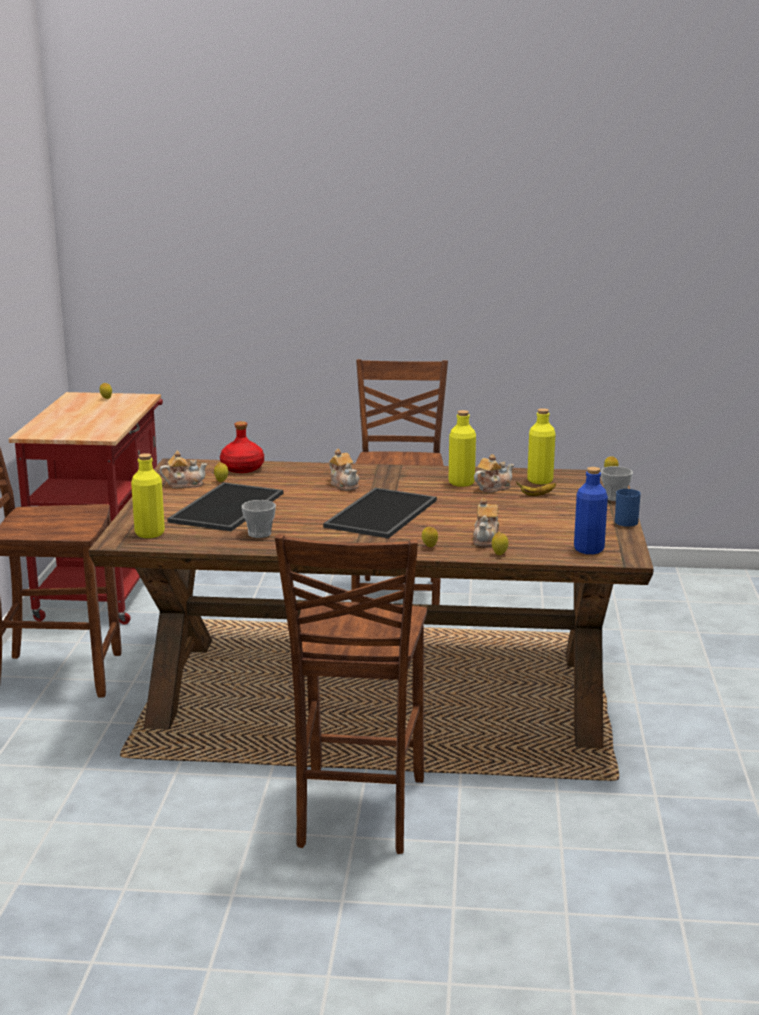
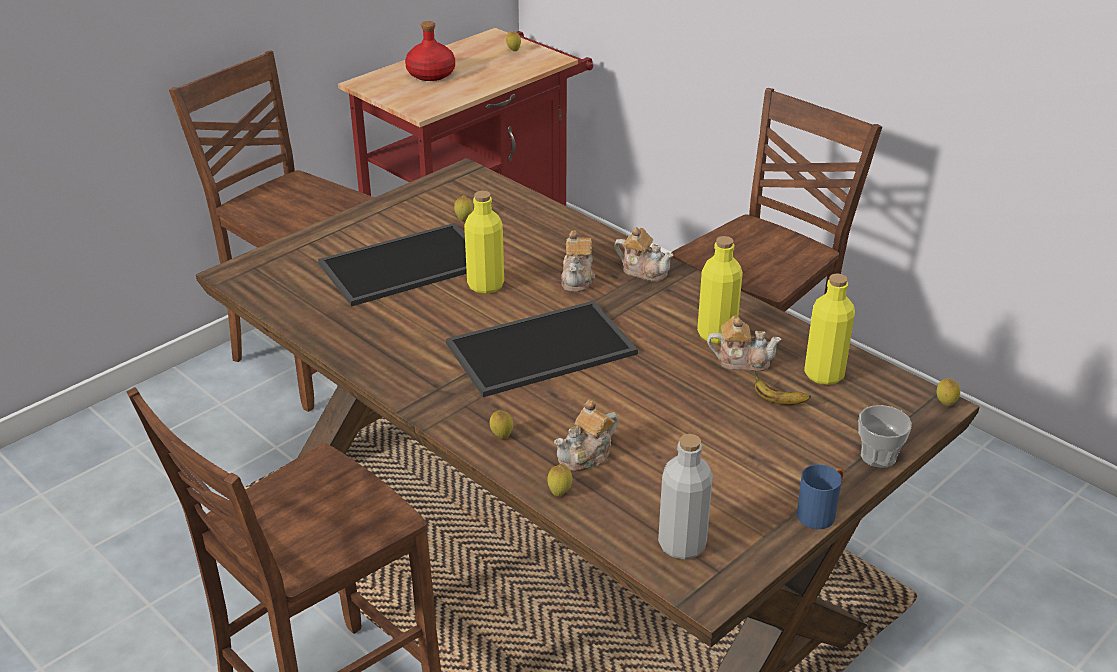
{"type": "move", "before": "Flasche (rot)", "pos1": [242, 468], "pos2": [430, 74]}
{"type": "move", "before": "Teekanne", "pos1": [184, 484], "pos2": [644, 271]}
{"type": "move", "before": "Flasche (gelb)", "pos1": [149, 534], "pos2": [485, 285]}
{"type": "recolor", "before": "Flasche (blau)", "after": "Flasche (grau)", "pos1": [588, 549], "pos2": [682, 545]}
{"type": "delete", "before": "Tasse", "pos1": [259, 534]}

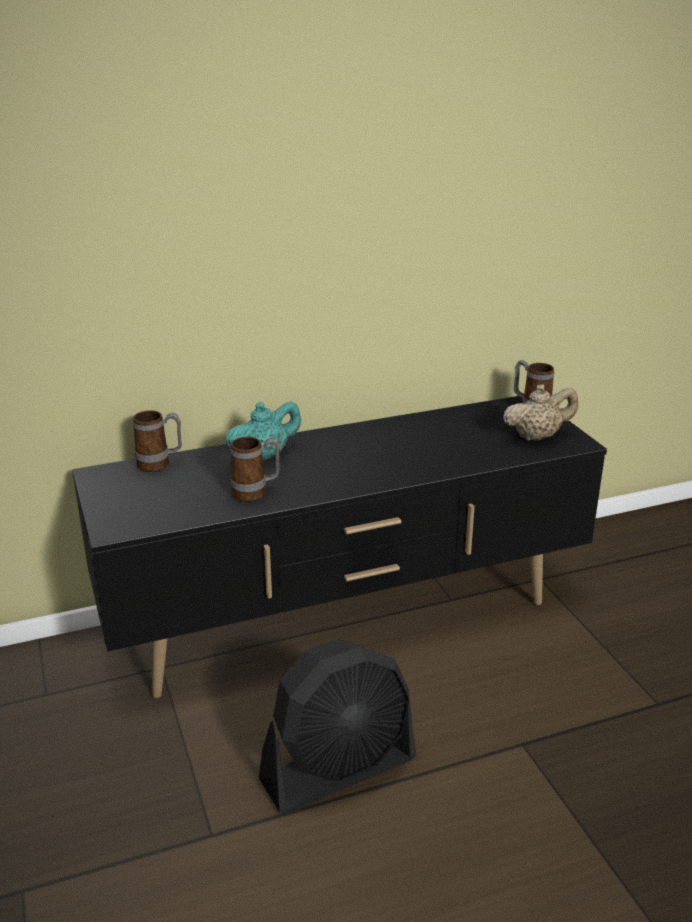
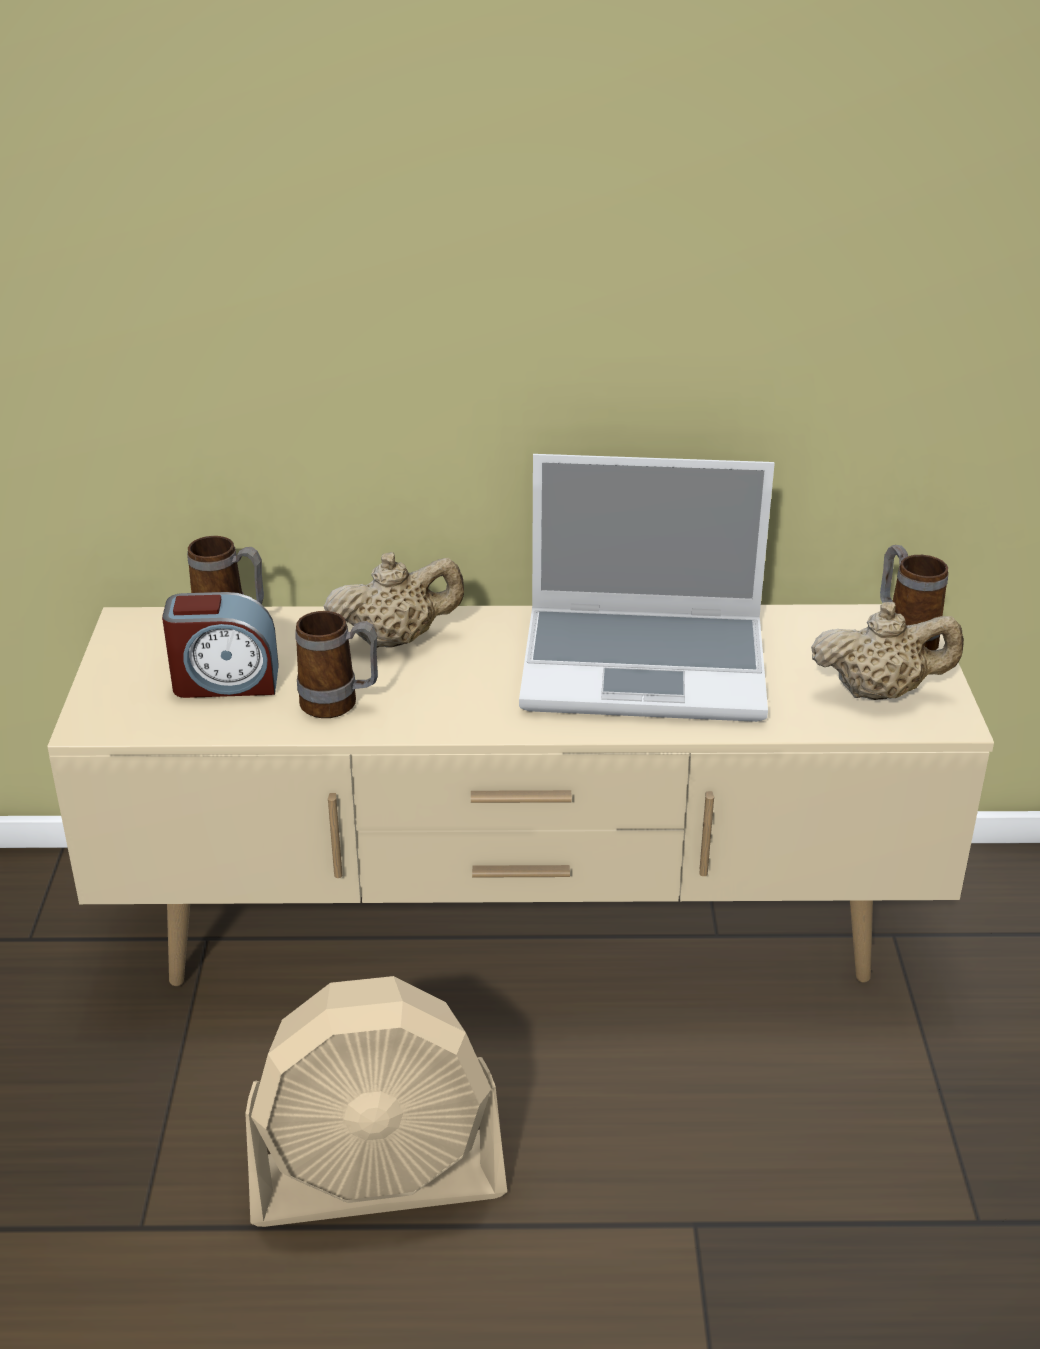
{"type": "recolor", "before": "Fernsehschrank (schwarz)", "after": "Fernsehschrank (beige)", "pos1": [346, 621], "pos2": [522, 932]}
{"type": "recolor", "before": "Teekanne (türkis)", "after": "Teekanne (beige)", "pos1": [264, 456], "pos2": [396, 640]}
{"type": "recolor", "before": "Ventilator (schwarz)", "after": "Ventilator (beige)", "pos1": [339, 769], "pos2": [378, 1179]}
{"type": "insert", "after": "Laptop", "pos2": [647, 666]}
{"type": "insert", "after": "Wecker", "pos2": [225, 681]}

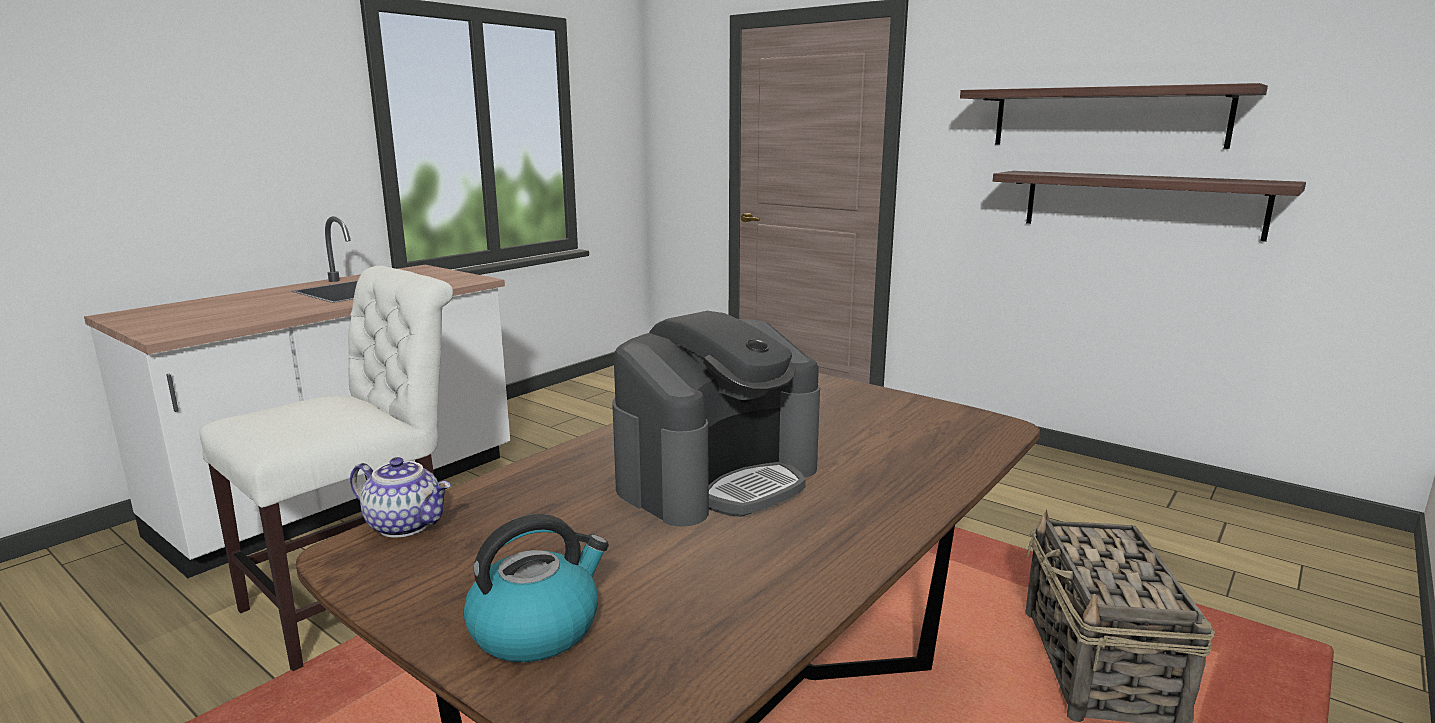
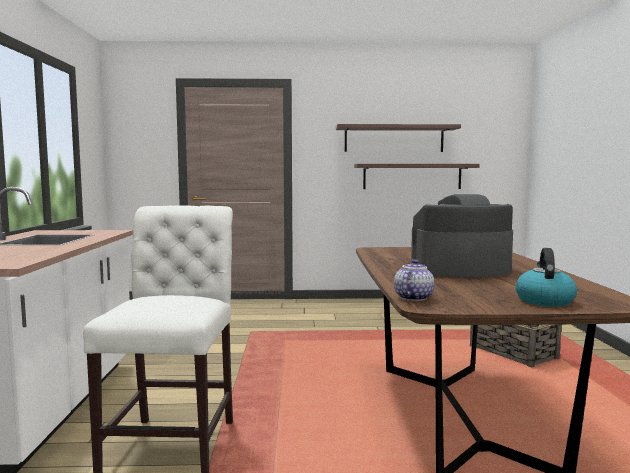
{"type": "rotate", "before": "Kaffeemaschine", "pos1": [717, 477], "pos2": [460, 270], "turn": -105}
{"type": "rotate", "before": "Teekanne", "pos1": [406, 525], "pos2": [412, 298], "turn": -45}

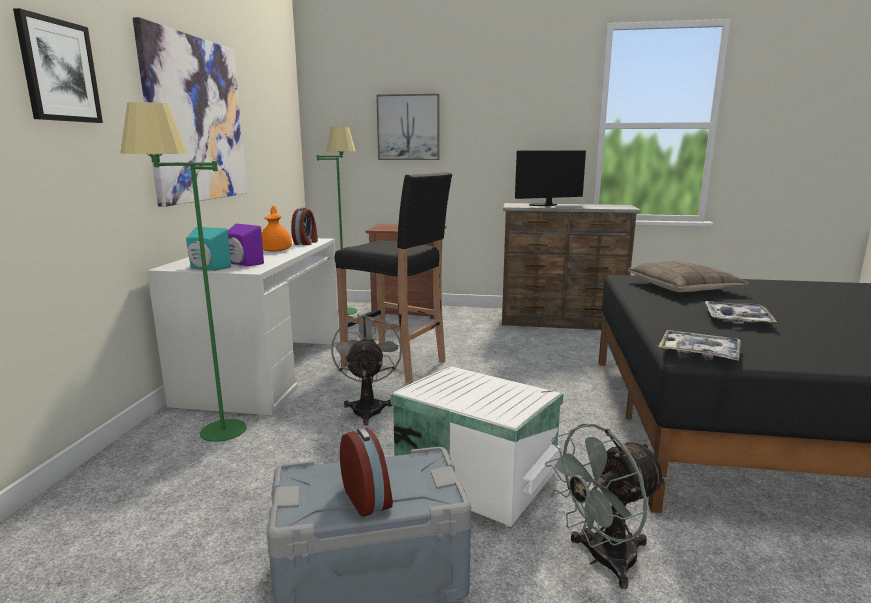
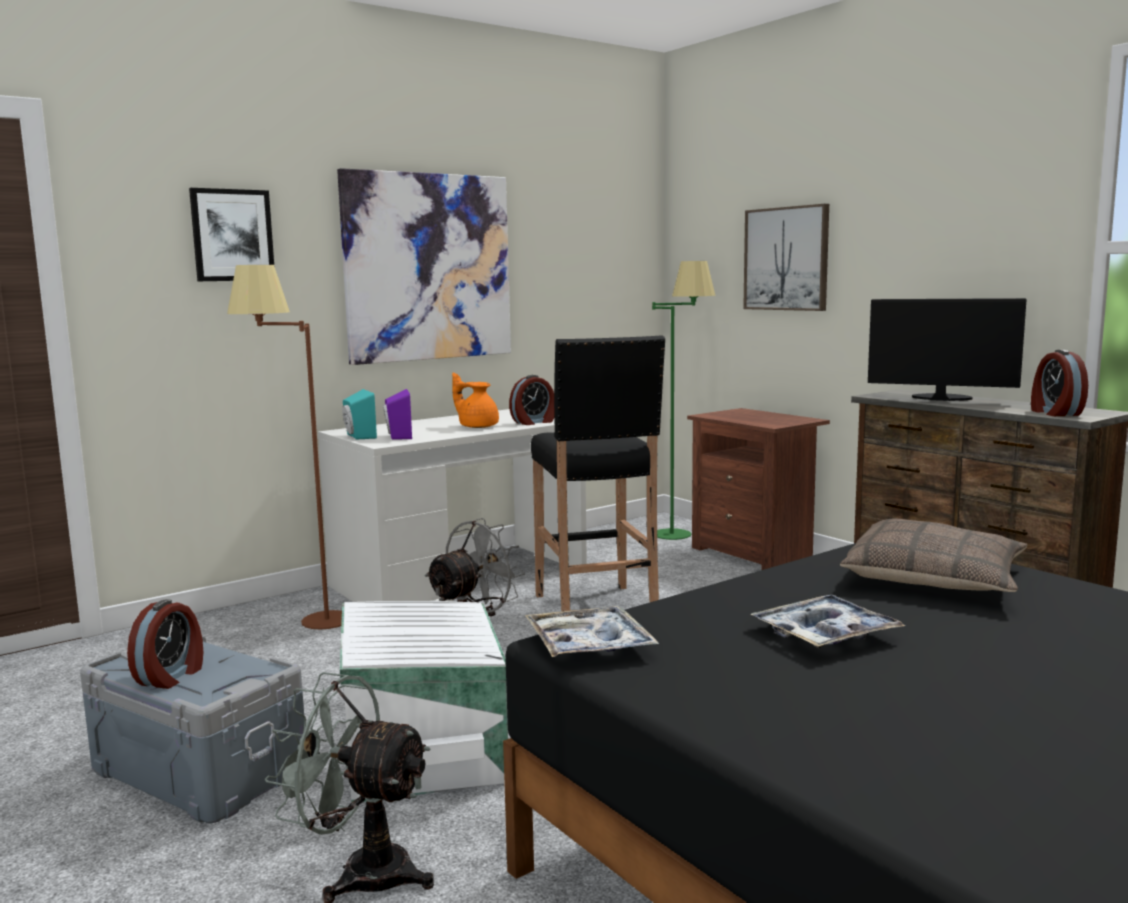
{"type": "recolor", "before": "Stehlampe (grün)", "after": "Stehlampe (braun)", "pos1": [209, 440], "pos2": [303, 624]}
{"type": "rotate", "before": "Teekanne (orange)", "pos1": [277, 250], "pos2": [477, 426], "turn": -90}
{"type": "insert", "after": "Wecker", "pos2": [1054, 413]}

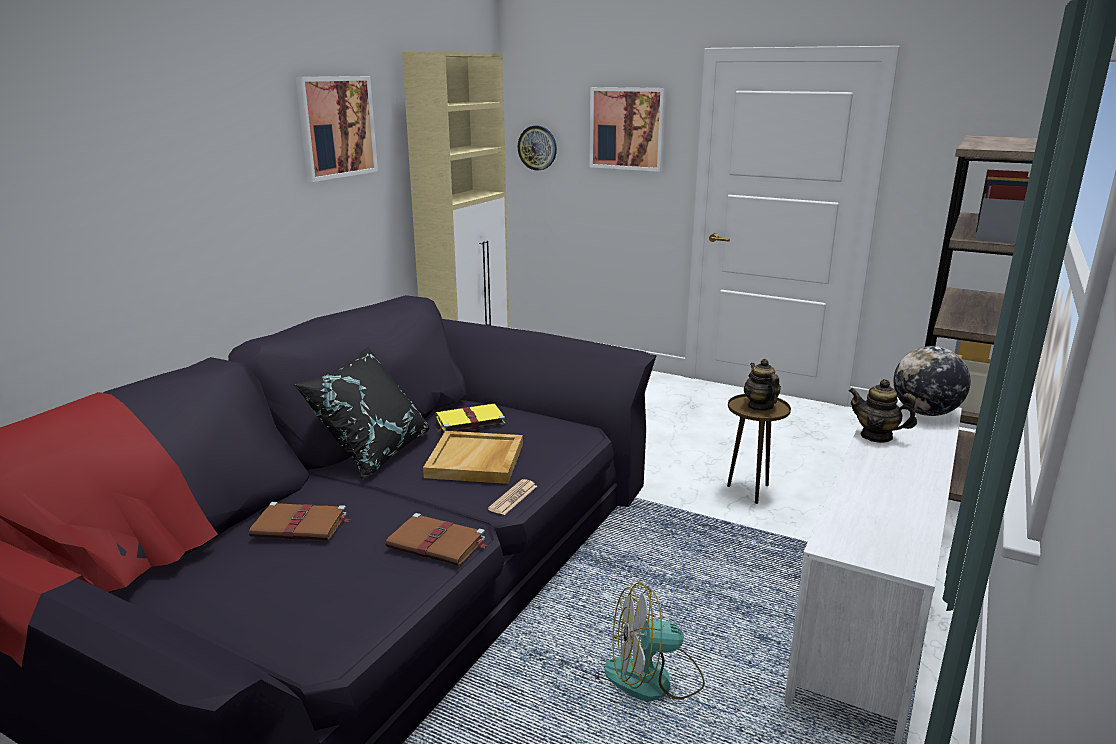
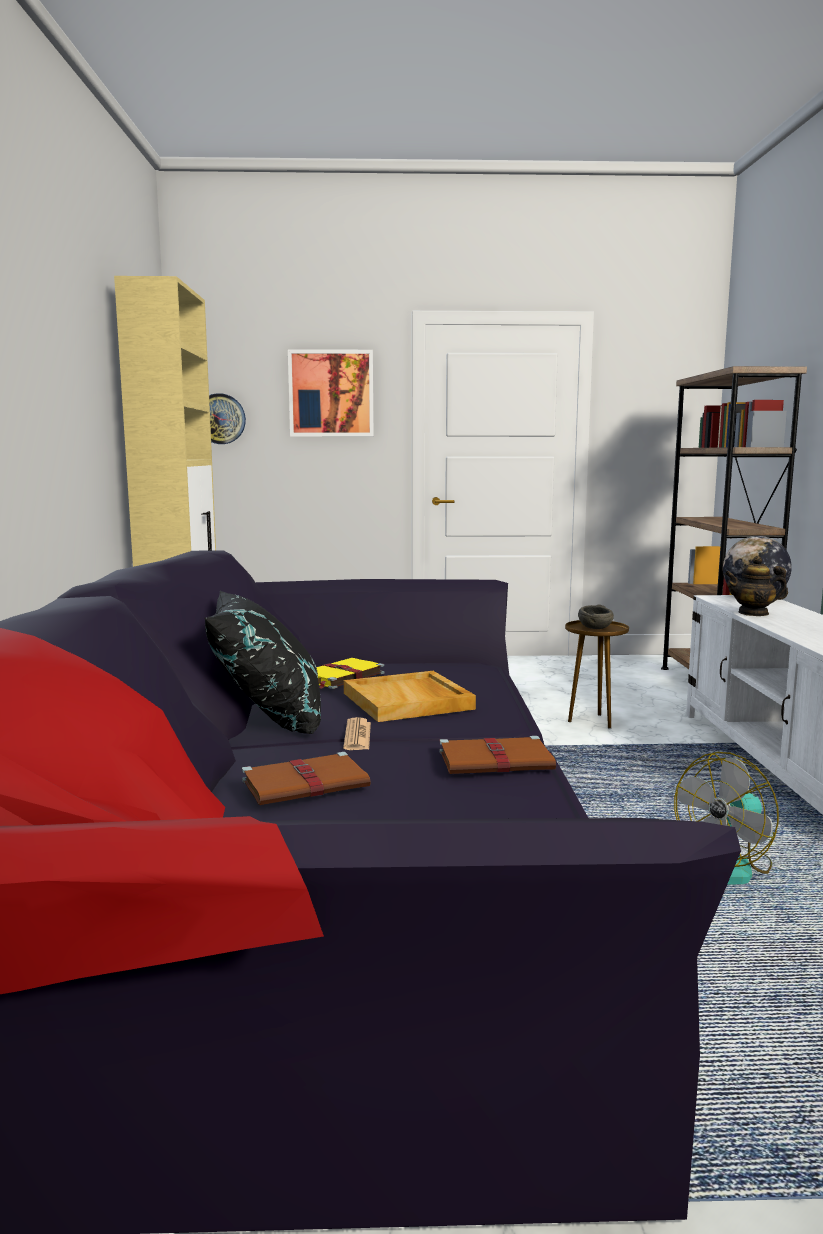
{"type": "delete", "before": "Bild", "pos1": [336, 127]}
{"type": "replace", "before": "Teekanne", "after": "Schüssel (grau)", "pos1": [760, 406], "pos2": [596, 628]}
{"type": "move", "before": "Zeitung", "pos1": [513, 498], "pos2": [357, 735]}

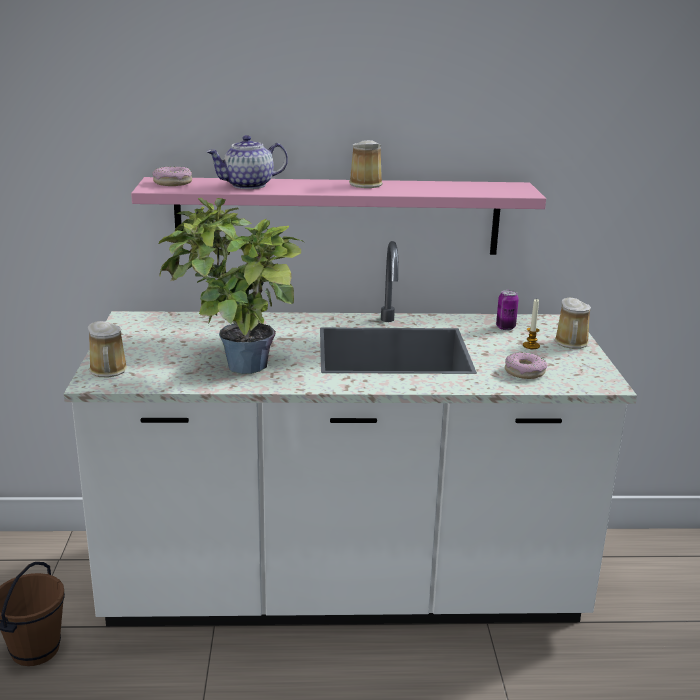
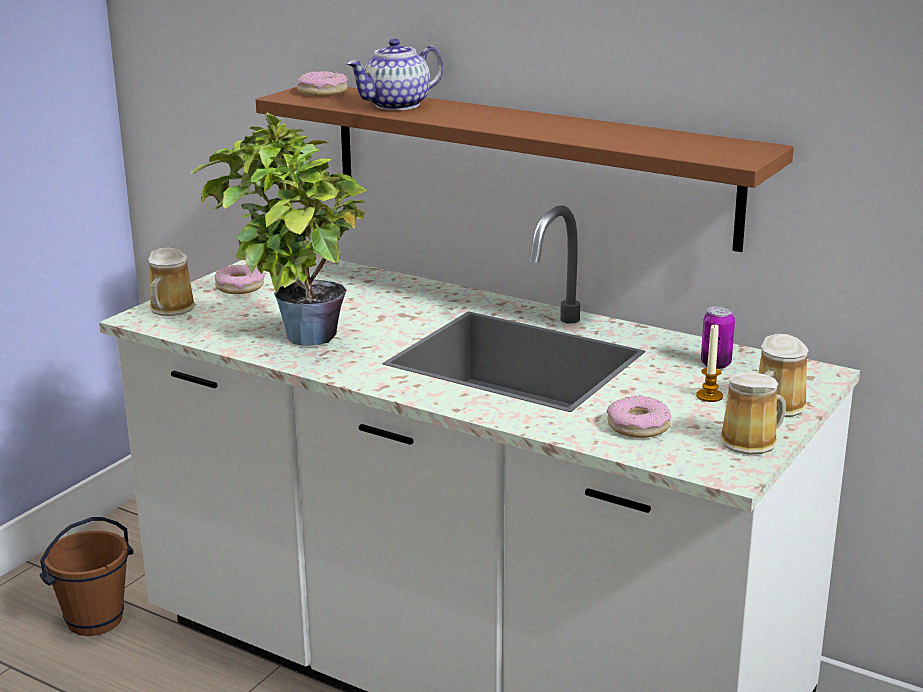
{"type": "rotate", "before": "Teekanne", "pos1": [248, 185], "pos2": [397, 105], "turn": -45}
{"type": "move", "before": "Henkelbecher", "pos1": [367, 184], "pos2": [752, 441]}
{"type": "recolor", "before": "Wandregal (rosa)", "after": "Wandregal (braun)", "pos1": [338, 216], "pos2": [528, 162]}
{"type": "insert", "after": "Donut", "pos2": [240, 287]}

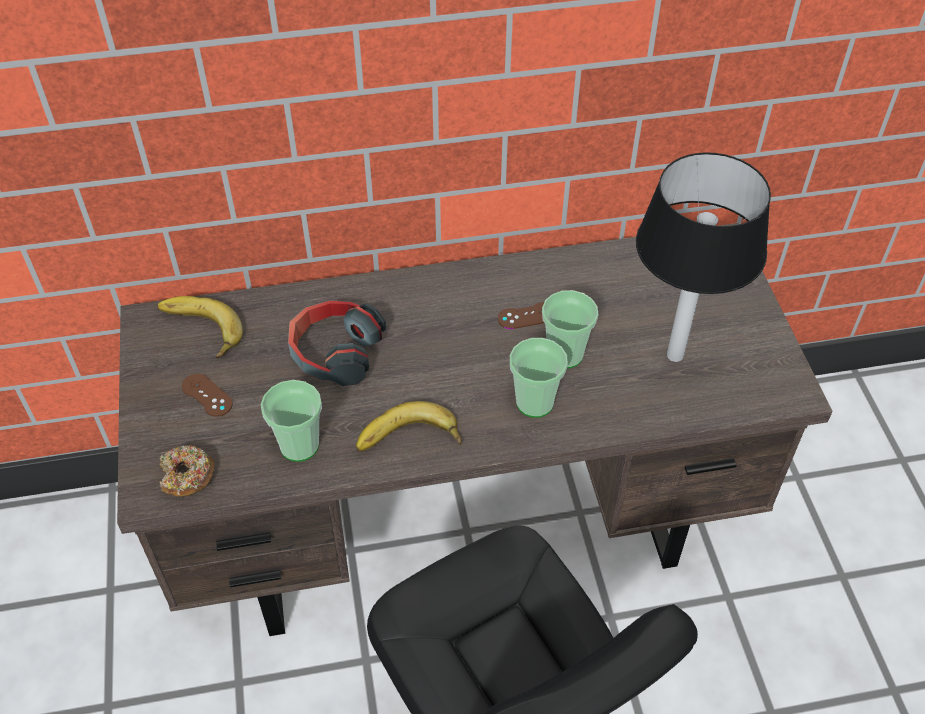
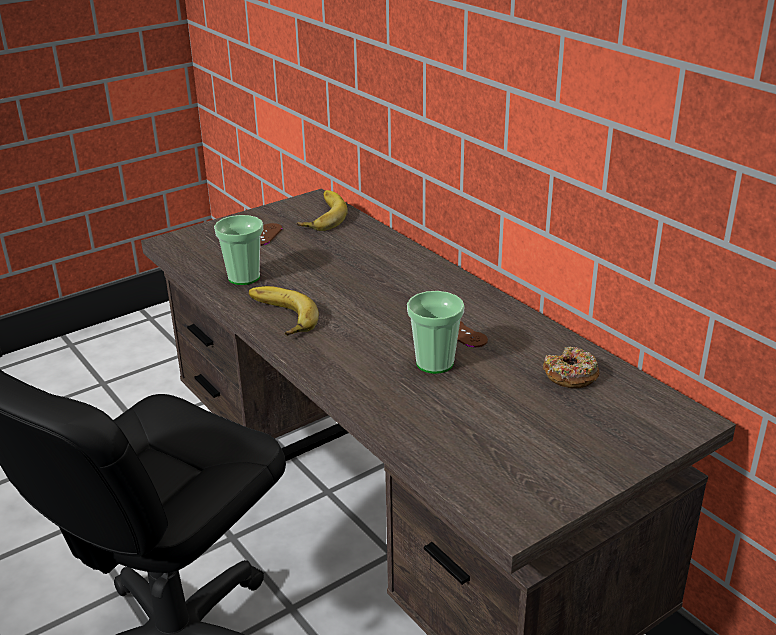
{"type": "delete", "before": "Tischlampe", "pos1": [676, 354]}
{"type": "delete", "before": "Kopfhörer", "pos1": [335, 352]}
{"type": "delete", "before": "Tasse", "pos1": [534, 402]}
{"type": "move", "before": "Donut", "pos1": [187, 476], "pos2": [570, 376]}

